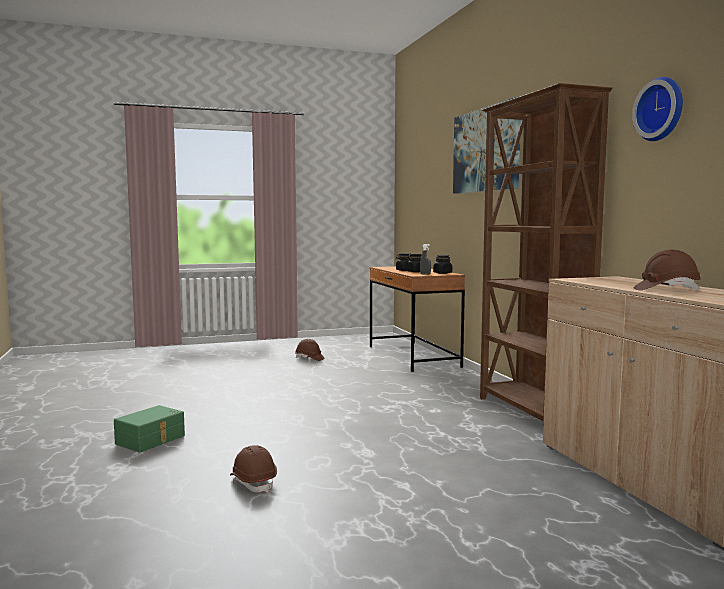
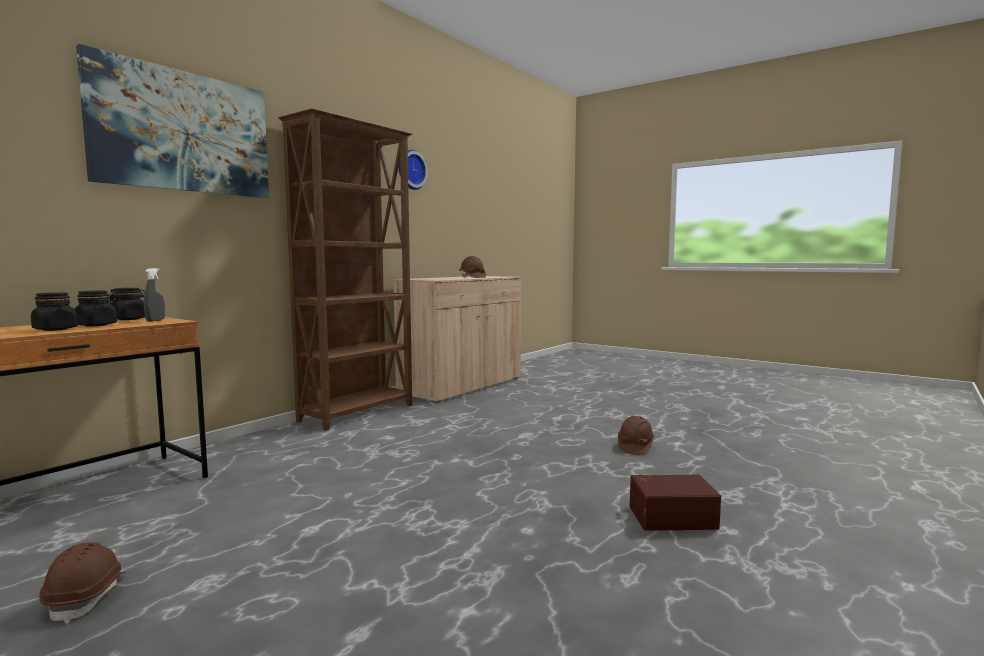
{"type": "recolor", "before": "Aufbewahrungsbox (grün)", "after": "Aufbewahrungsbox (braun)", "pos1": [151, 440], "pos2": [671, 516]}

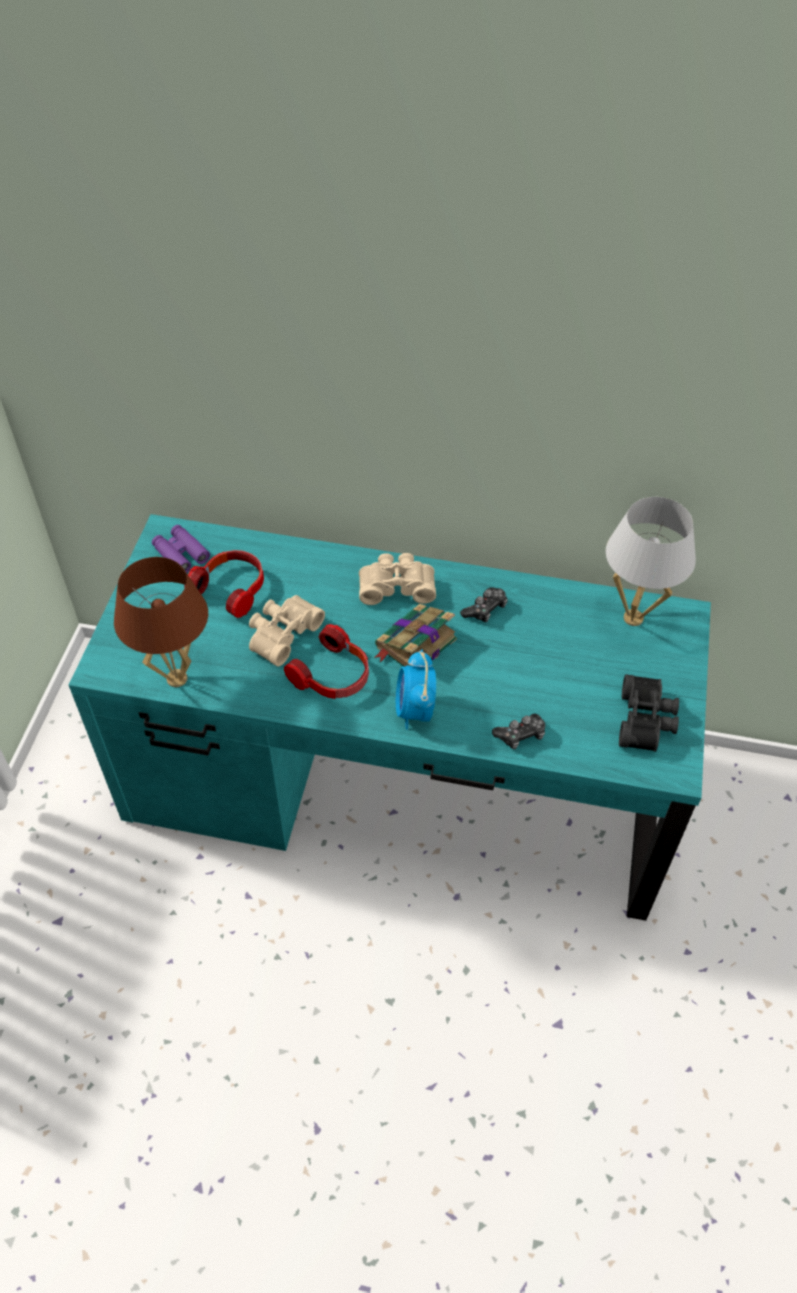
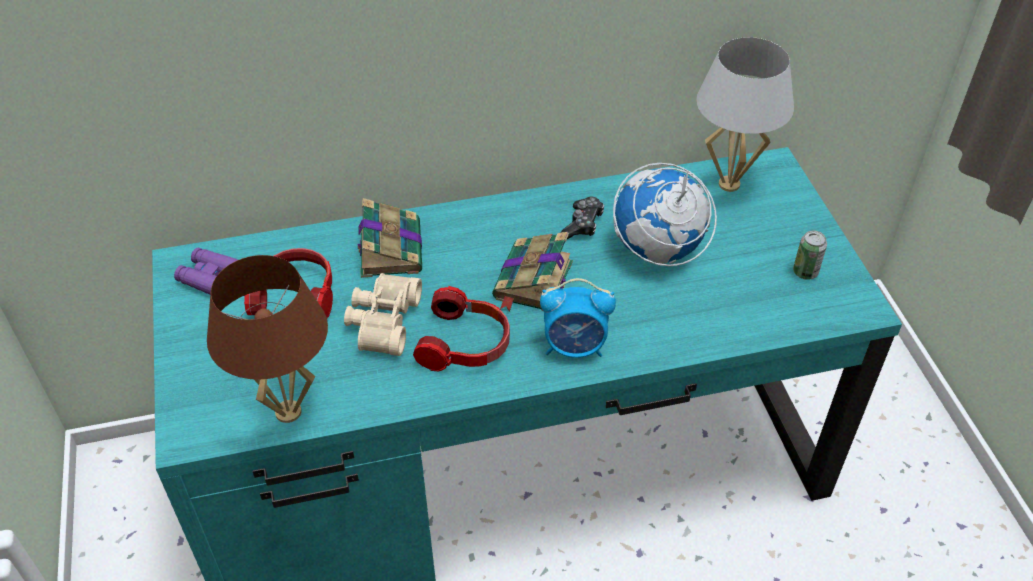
{"type": "delete", "before": "Fernglas (beige)", "pos1": [396, 585]}
{"type": "rotate", "before": "Wecker", "pos1": [414, 711], "pos2": [575, 347], "turn": -60}
{"type": "replace", "before": "Fernglas (schwarz)", "after": "Dose", "pos1": [647, 720], "pos2": [805, 272]}
{"type": "delete", "before": "Gamepad", "pos1": [520, 735]}
{"type": "insert", "after": "Globus", "pos2": [657, 251]}
{"type": "insert", "after": "Buch", "pos2": [390, 248]}

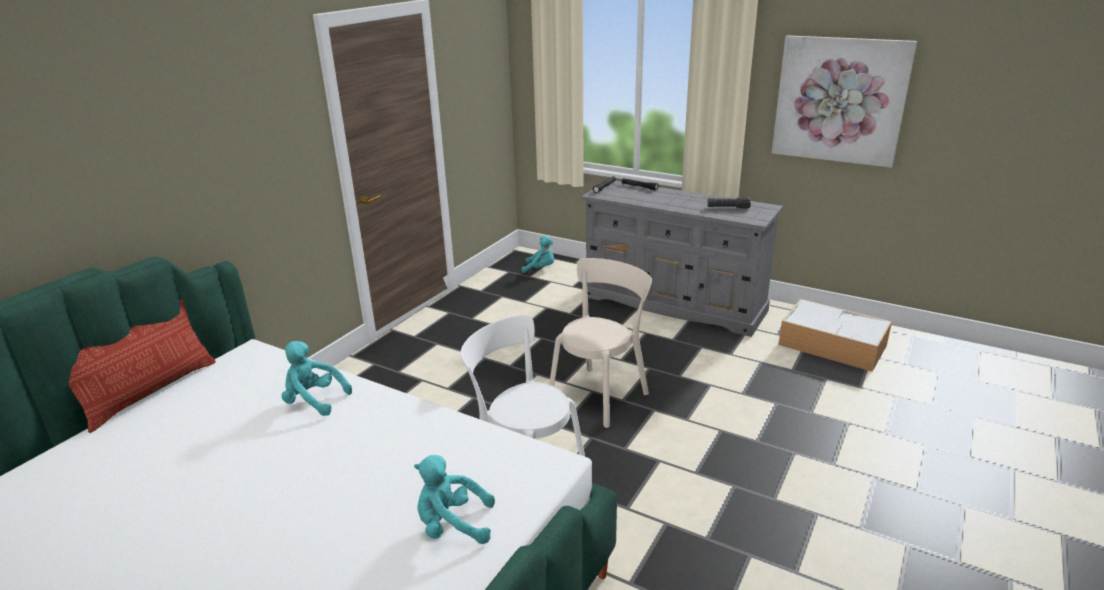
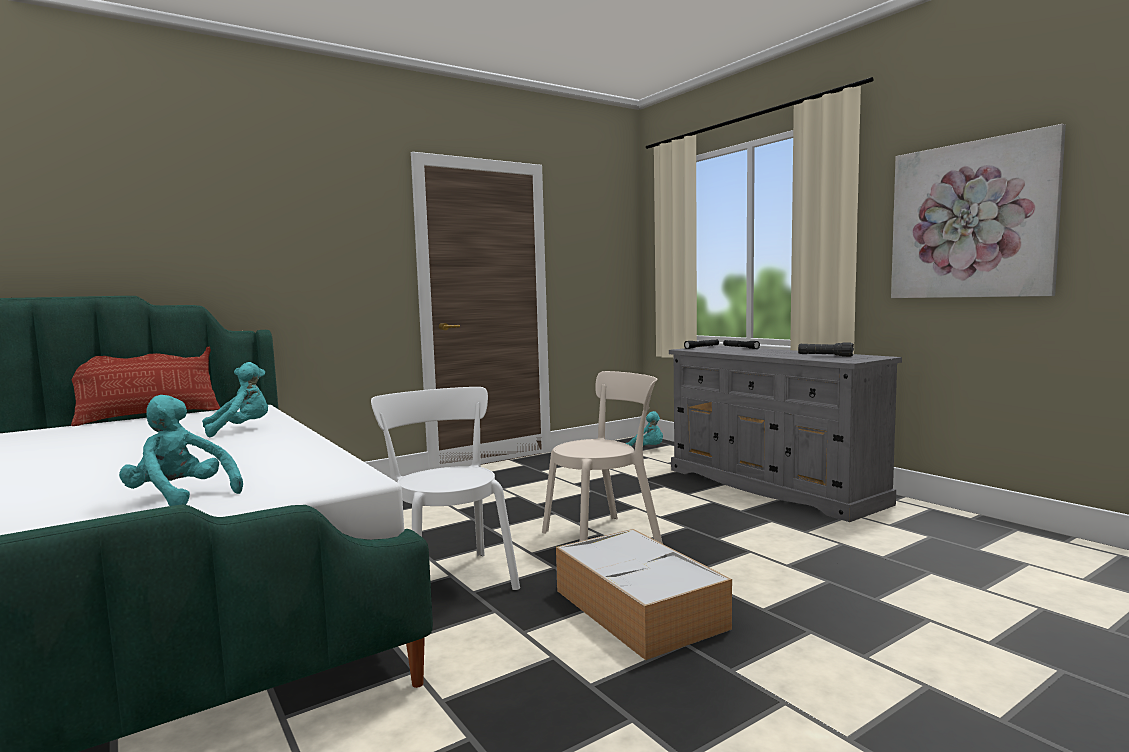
{"type": "move", "before": "Aufbewahrungsbox", "pos1": [833, 345], "pos2": [640, 609]}
{"type": "rotate", "before": "Plüschtier (türkis)", "pos1": [314, 401], "pos2": [241, 430], "turn": 105}

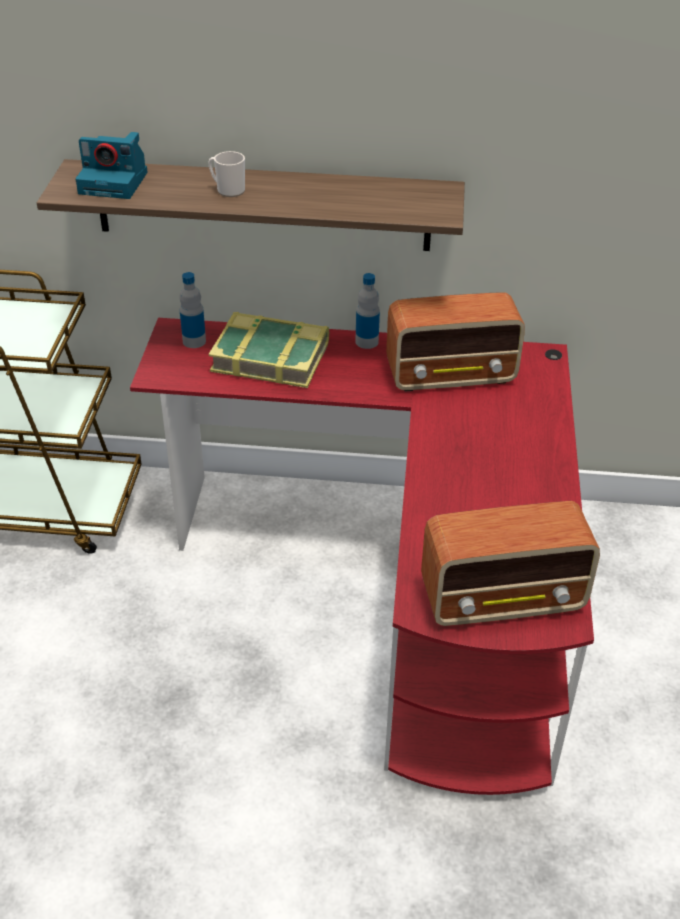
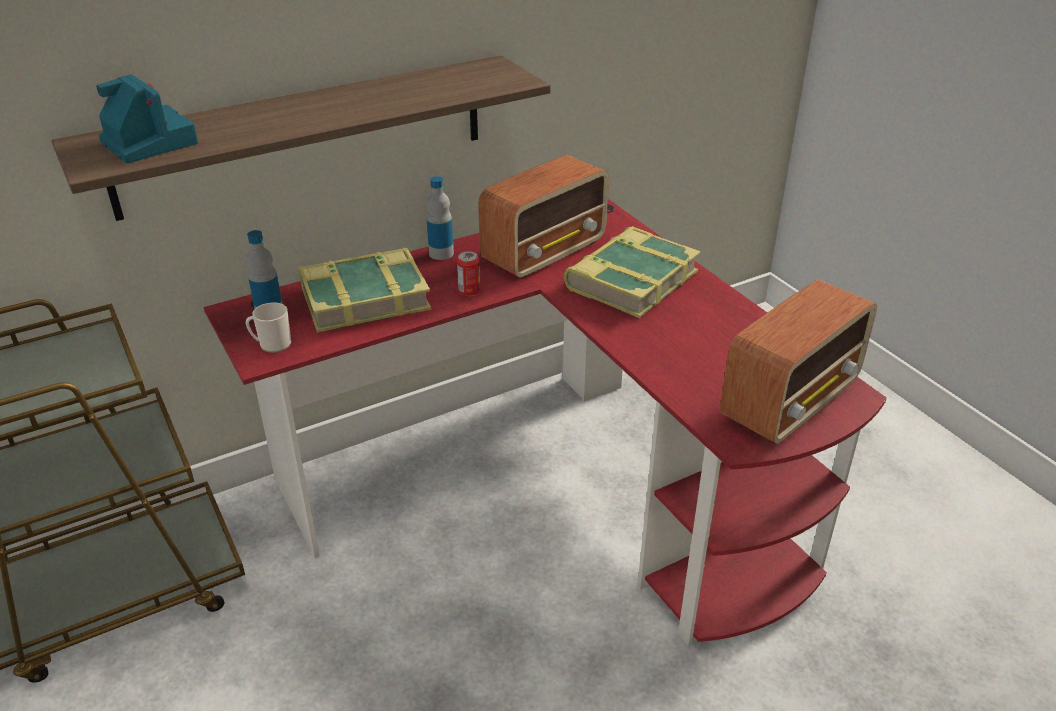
{"type": "rotate", "before": "Kamera", "pos1": [115, 182], "pos2": [147, 142], "turn": -105}
{"type": "move", "before": "Henkelbecher", "pos1": [228, 190], "pos2": [272, 344]}
{"type": "insert", "after": "Buch", "pos2": [630, 280]}
{"type": "insert", "after": "Dose", "pos2": [469, 292]}

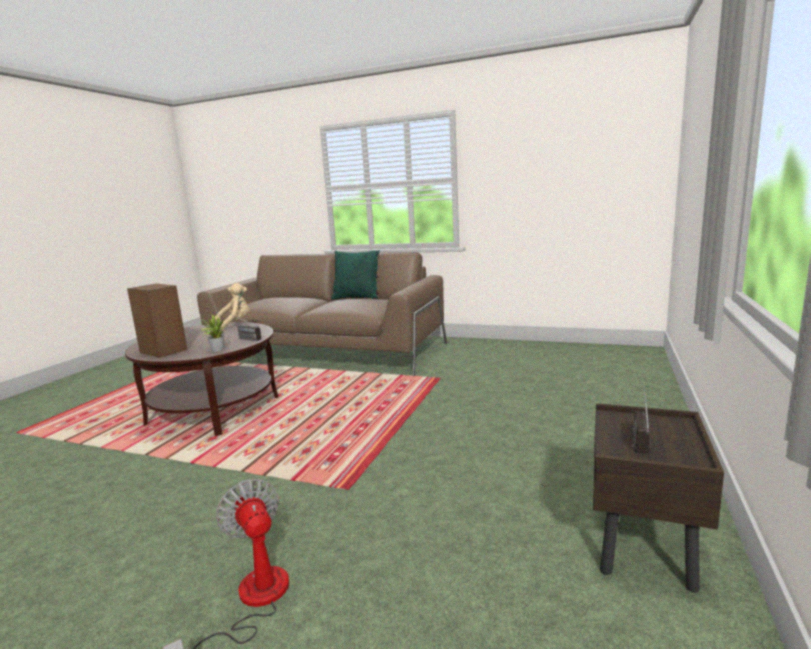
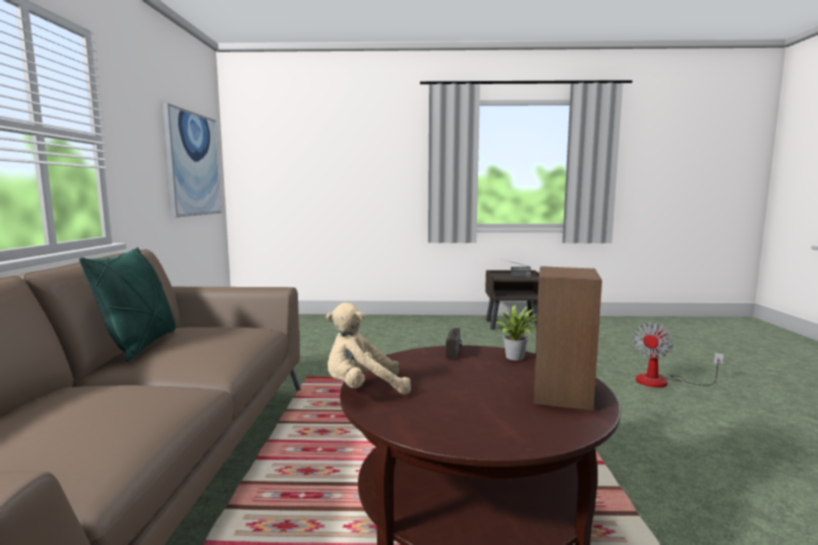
{"type": "rotate", "before": "Plüschtier (beige)", "pos1": [234, 324], "pos2": [363, 390], "turn": -45}
{"type": "insert", "after": "Bild", "pos2": [193, 164]}

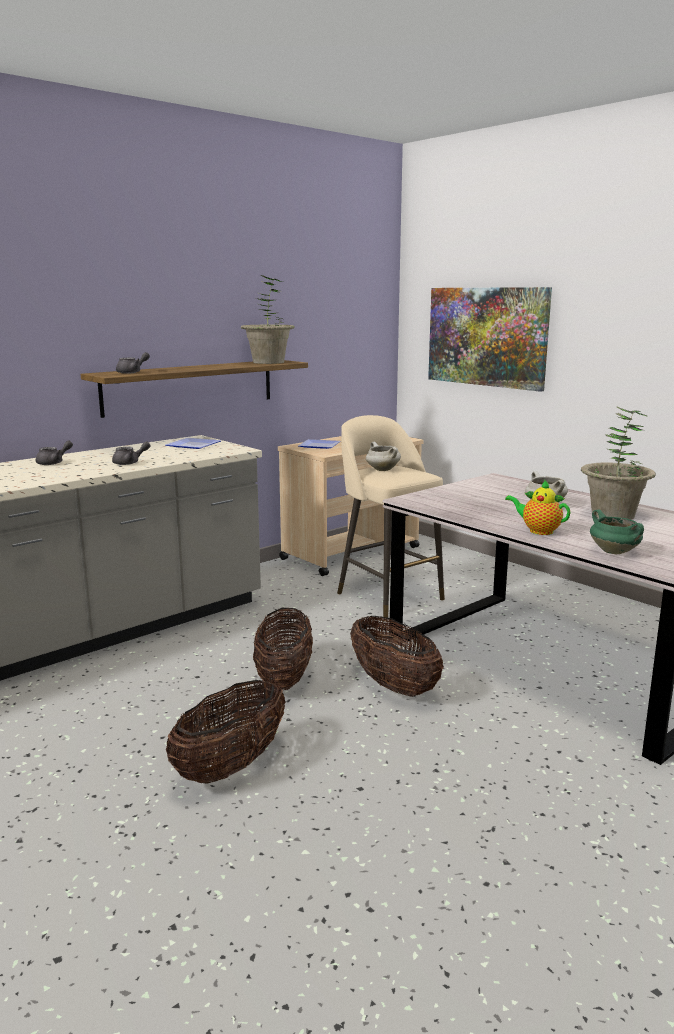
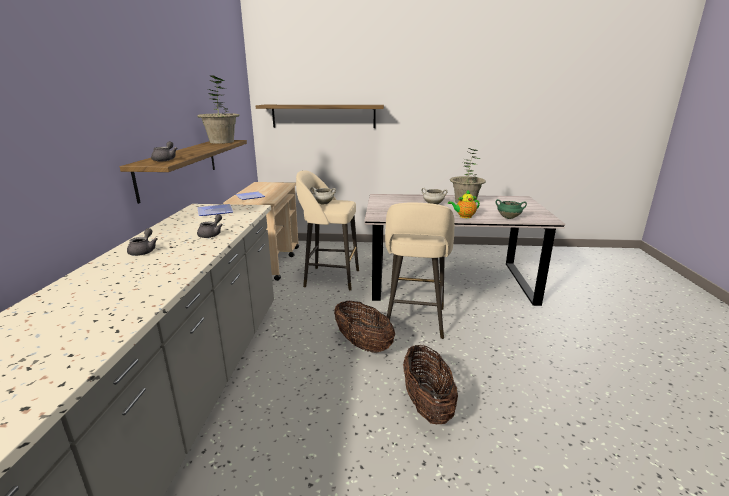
{"type": "replace", "before": "Bild", "after": "Wandregal", "pos1": [486, 336], "pos2": [323, 116]}
{"type": "replace", "before": "Korb", "after": "Hocker (beige)", "pos1": [393, 685], "pos2": [414, 321]}

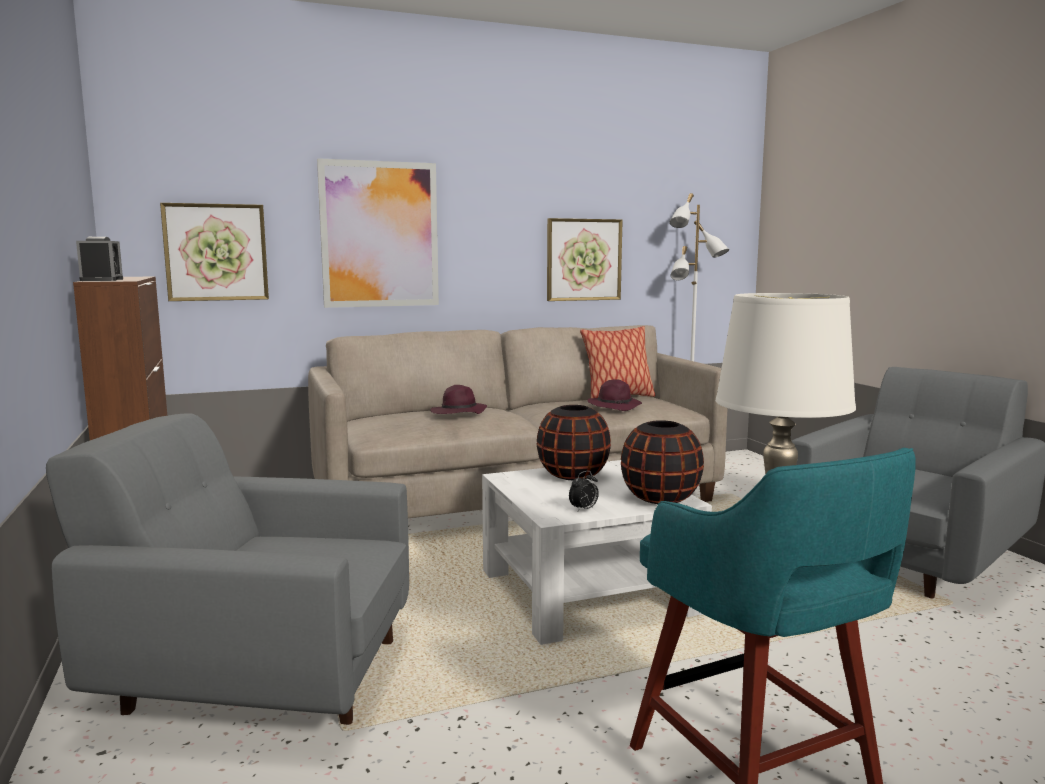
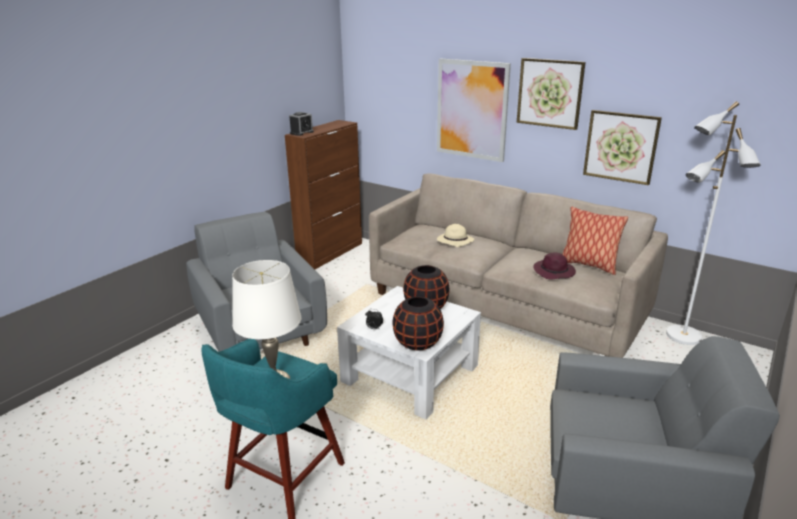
{"type": "move", "before": "Bild", "pos1": [216, 252], "pos2": [550, 93]}
{"type": "recolor", "before": "Hut (lila)", "after": "Hut (beige)", "pos1": [458, 413], "pos2": [454, 241]}

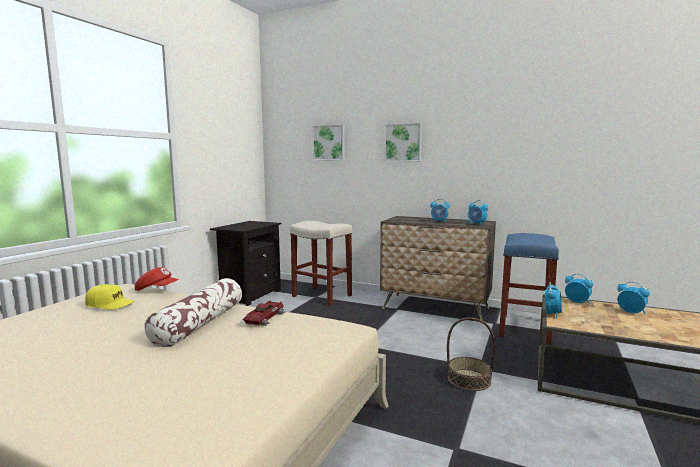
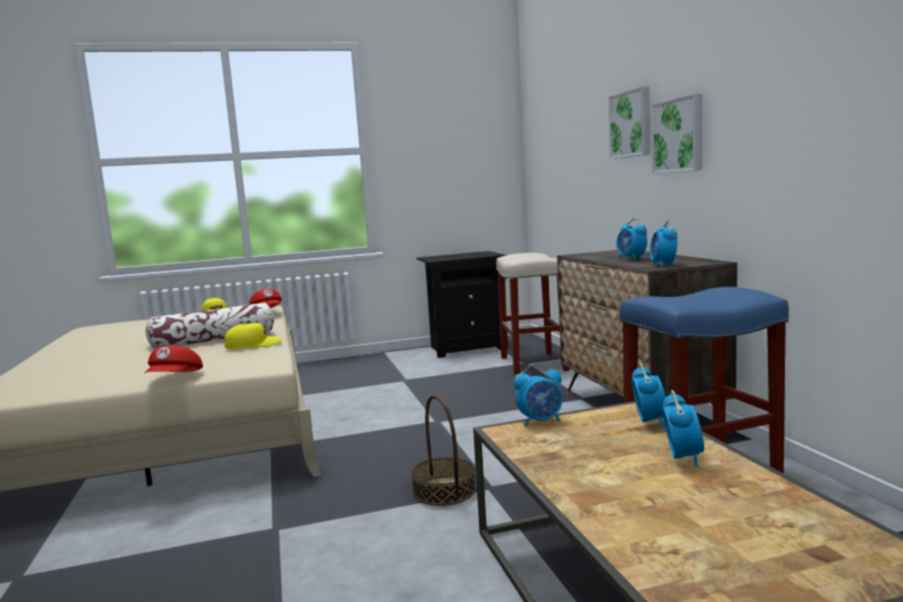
{"type": "move", "before": "Bild", "pos1": [329, 143], "pos2": [679, 135]}
{"type": "replace", "before": "Spielzeugauto", "after": "Kappe (gelb)", "pos1": [265, 318], "pos2": [253, 345]}
{"type": "insert", "after": "Kappe (rot)", "pos2": [175, 378]}

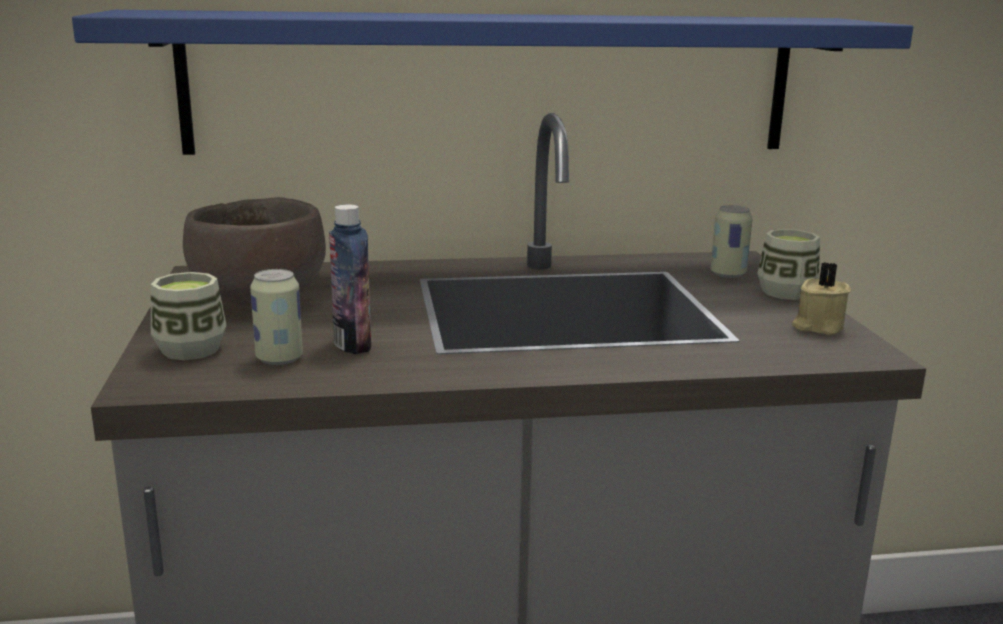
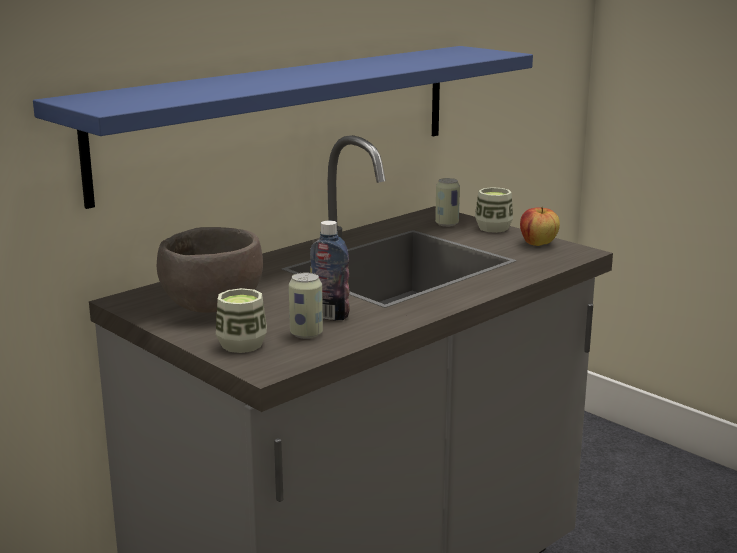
{"type": "replace", "before": "Kerze (beige)", "after": "Apfel", "pos1": [817, 326], "pos2": [538, 243]}

